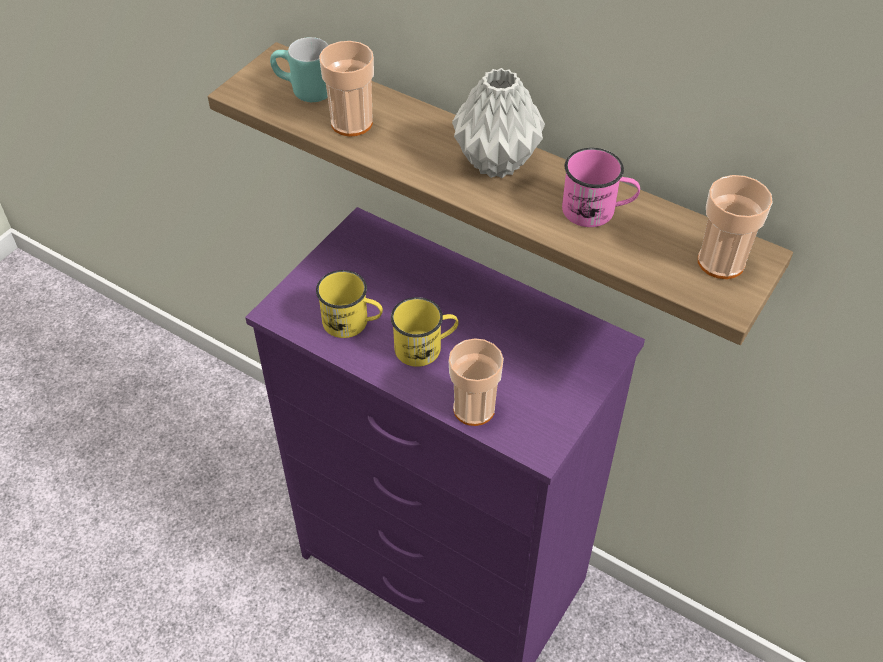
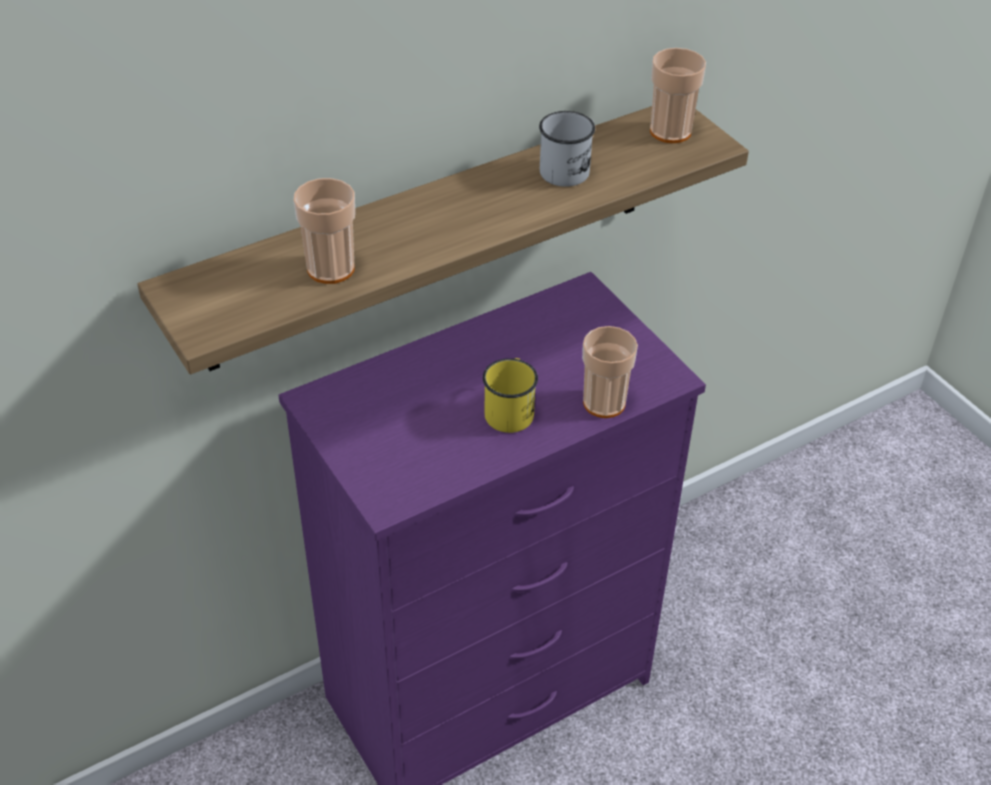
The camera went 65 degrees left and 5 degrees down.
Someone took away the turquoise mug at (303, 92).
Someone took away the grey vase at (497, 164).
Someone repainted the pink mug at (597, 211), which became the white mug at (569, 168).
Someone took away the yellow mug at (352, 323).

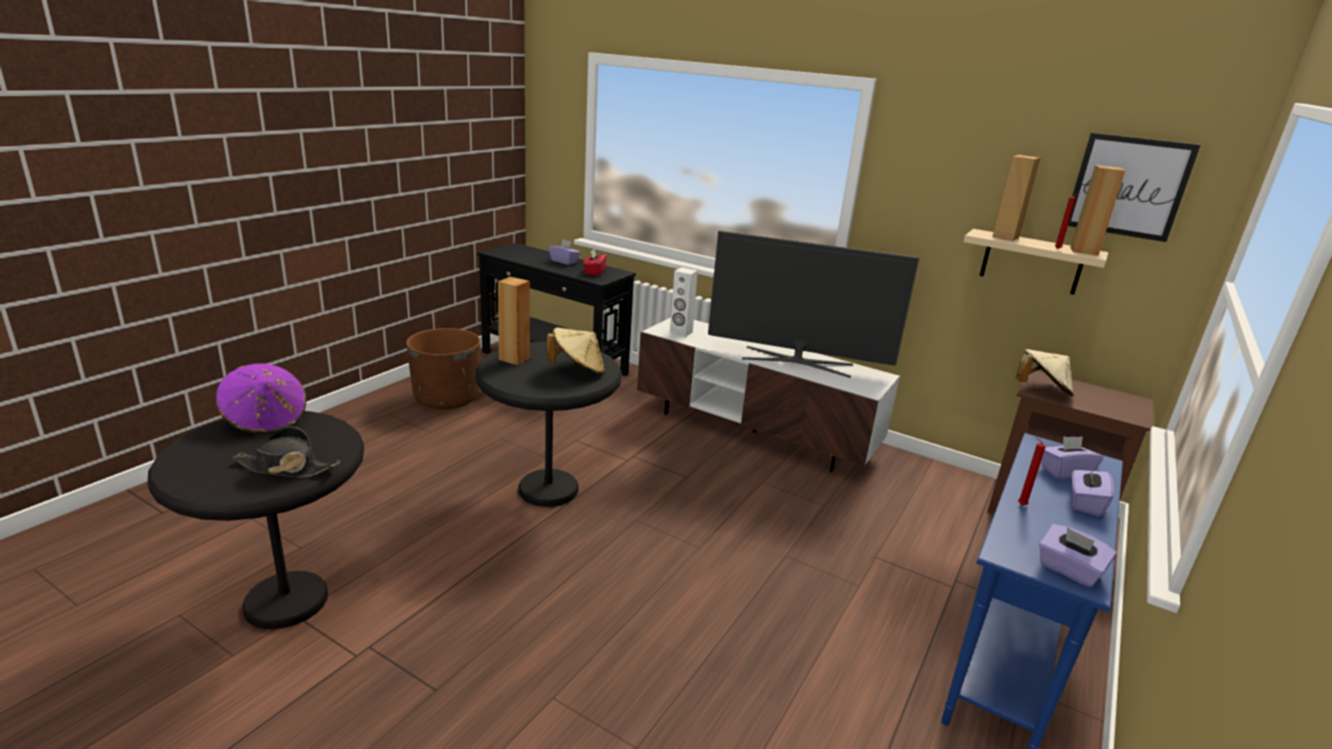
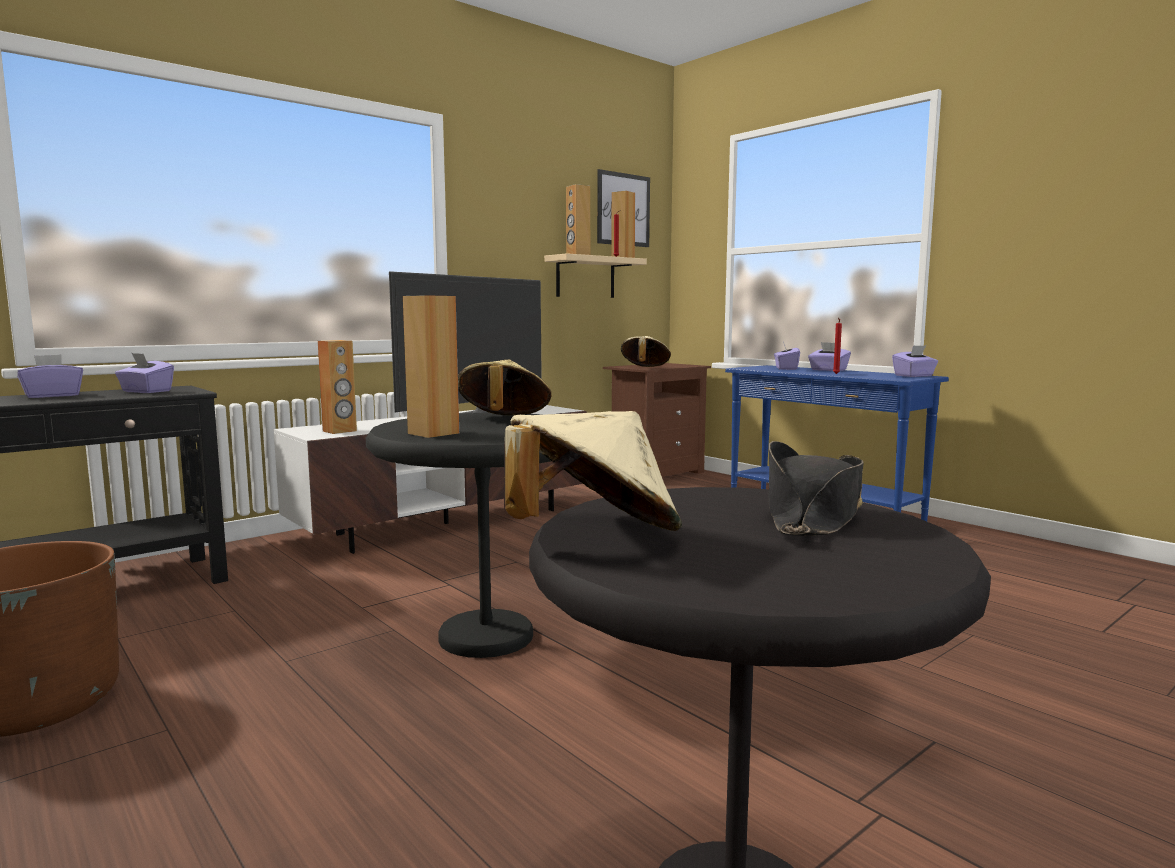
The camera went 70 degrees left and 15 degrees down.
Someone repainted the red tissue box at (594, 272), which became the purple tissue box at (146, 391).
Someone repainted the white speaker at (681, 332), which became the brown speaker at (340, 431).
Someone repainted the purple hat at (266, 420), which became the beige hat at (593, 535).

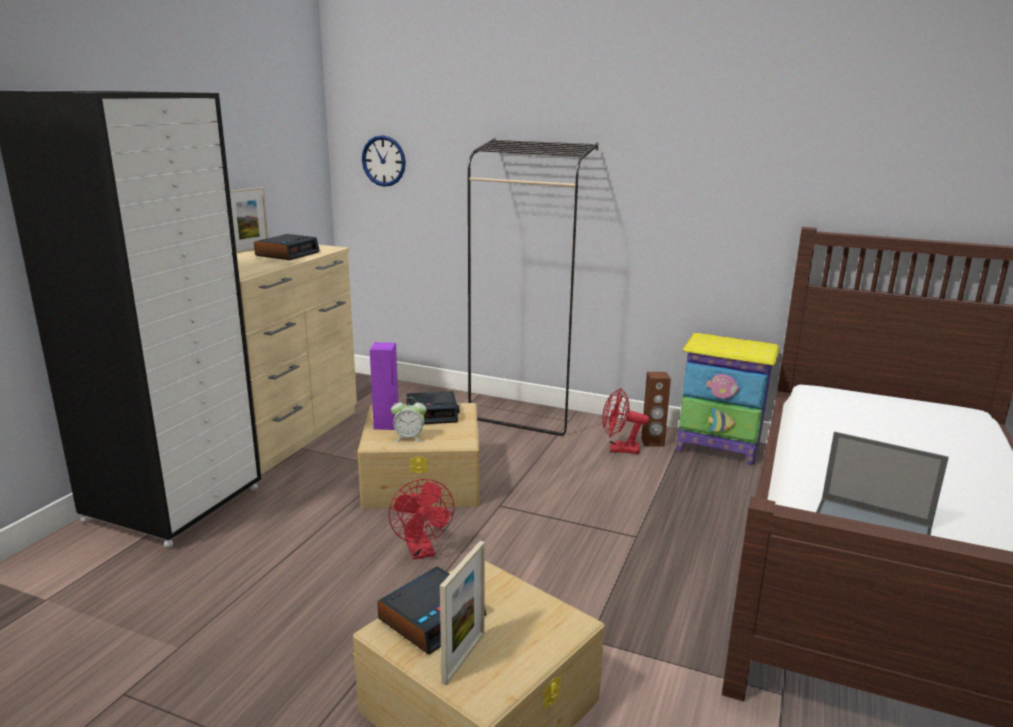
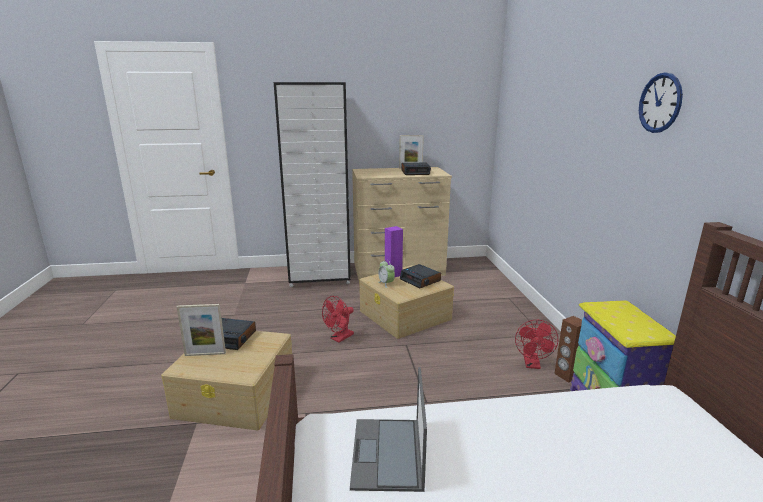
The camera went 60 degrees right and 0 degrees up.
Someone carried the wall clock from (383, 161) to (660, 103).
Someone took away the black clothes rack at (527, 416).
Someone rotated the red fan at (619, 449) by 150 degrees counterclockwise.

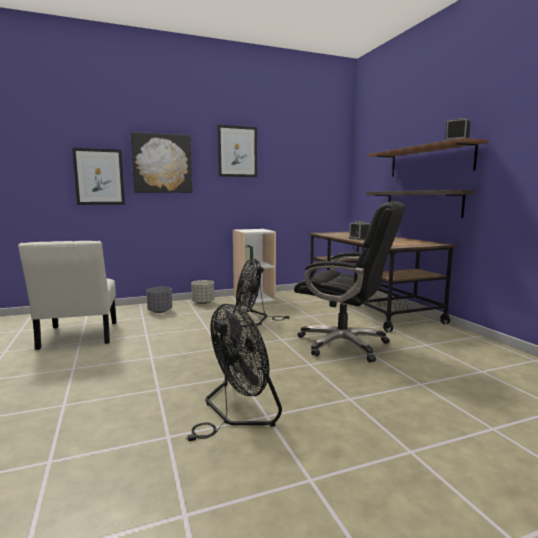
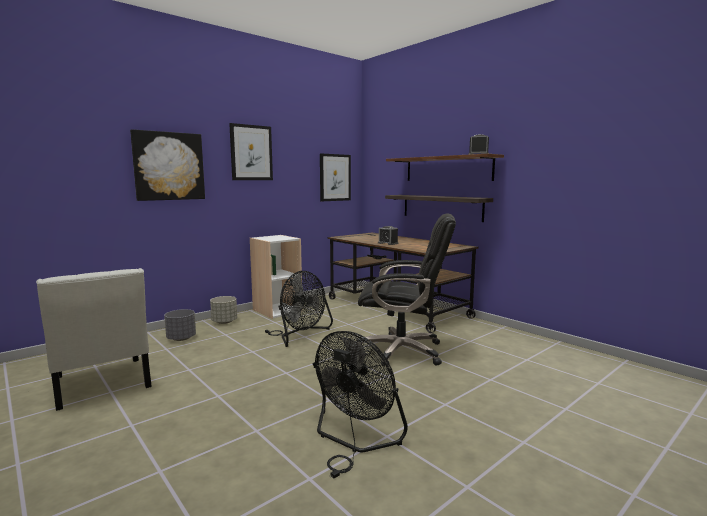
The camera went 20 degrees left and 0 degrees up.
Someone carried the picture from (99, 177) to (335, 177).
Someone rotated the black fan at (255, 319) by 135 degrees counterclockwise.

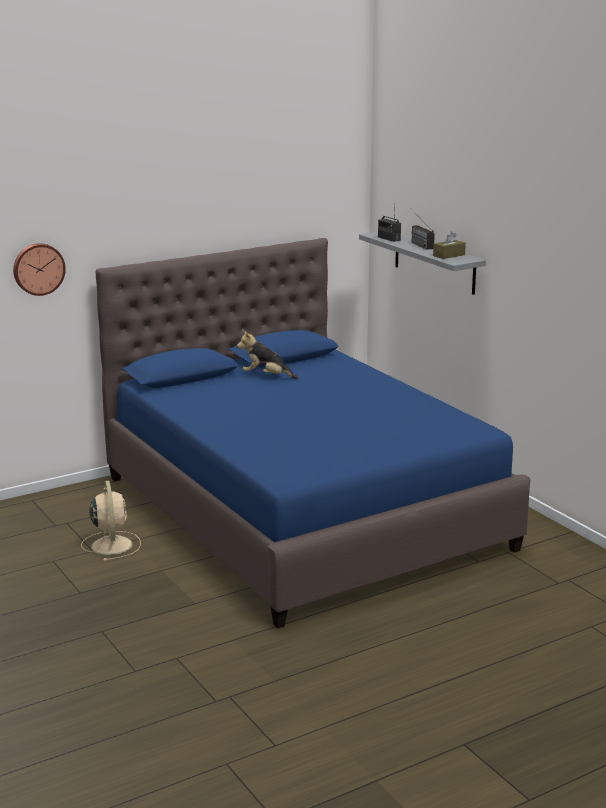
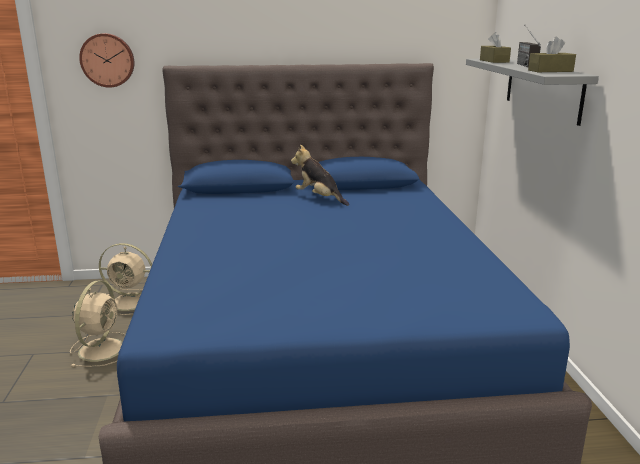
The camera went 25 degrees right and 0 degrees up.
Someone swapped the radio at (389, 238) for the brown tissue box at (494, 61).
Someone put down the beige fan at (132, 302).

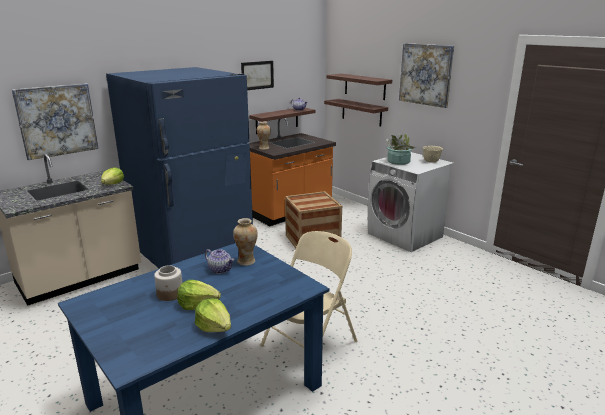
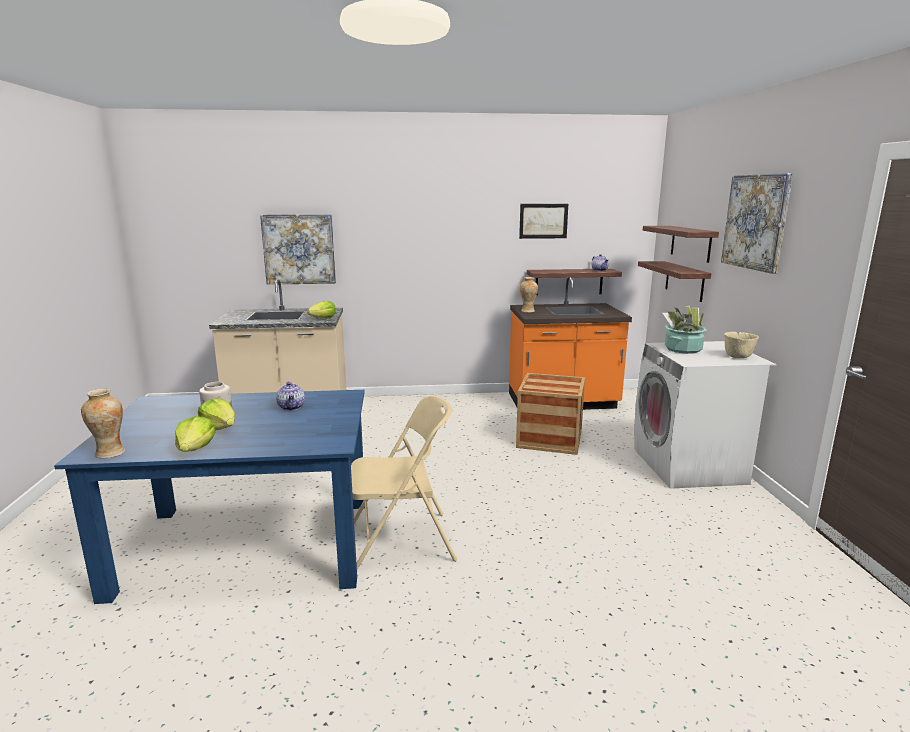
The camera went 35 degrees right and 5 degrees down.
Someone took away the blue fridge at (193, 250).
Someone carried the vase from (246, 261) to (110, 453).

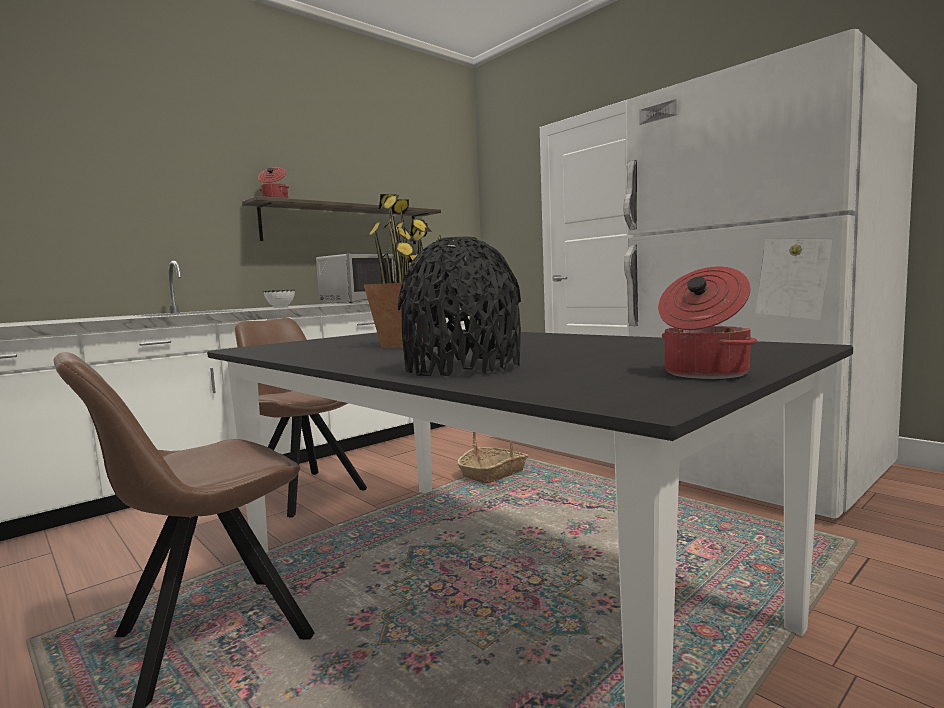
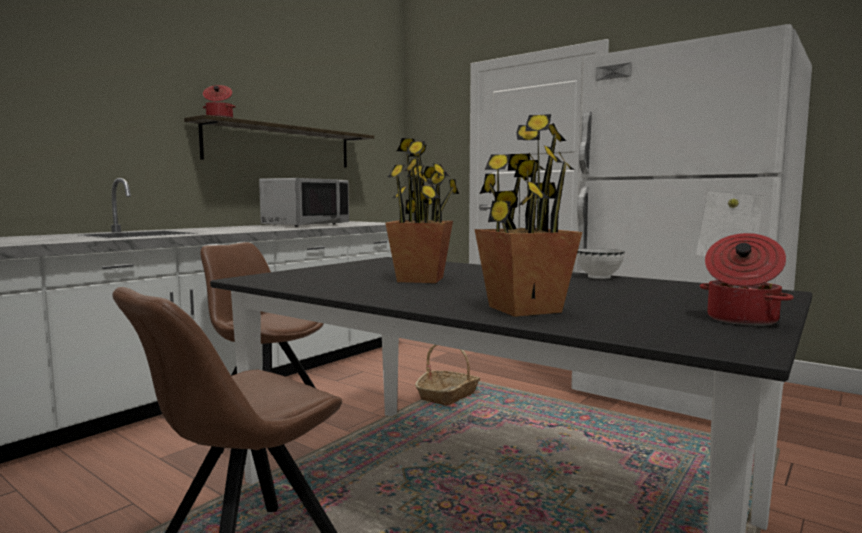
The camera went 10 degrees left and 0 degrees up.
Someone swapped the black vase at (462, 368) for the potted plant at (523, 309).
Someone carried the white bowl from (280, 307) to (599, 277).

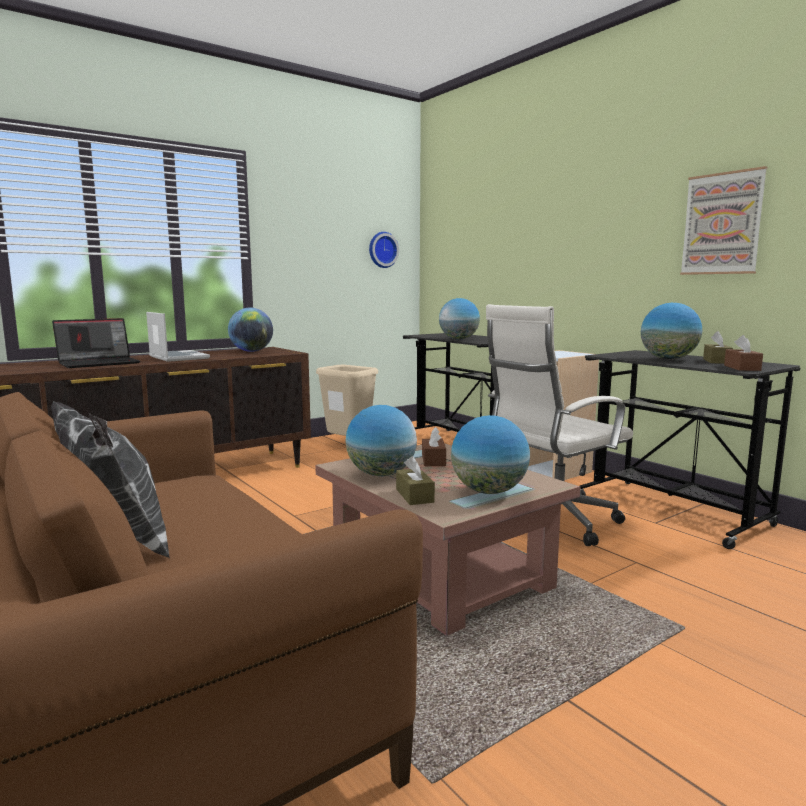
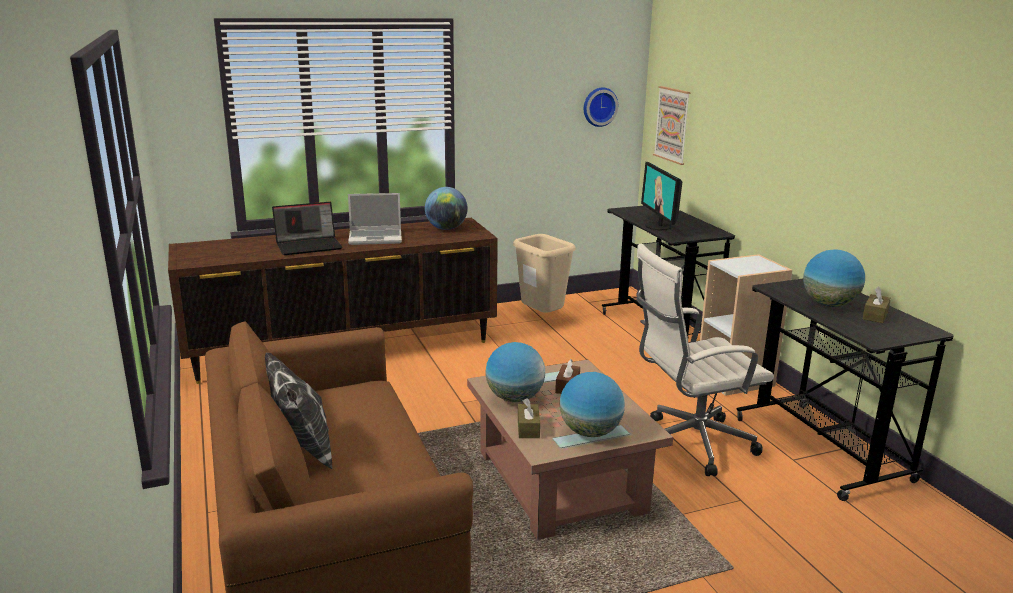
The camera went 15 degrees right and 10 degrees up.
Someone carried the picture from (722, 224) to (672, 124).
Someone swapped the globe at (459, 339) for the monitor at (658, 226).
Someone rotated the laptop at (177, 357) by 105 degrees clockwise.
Someone took away the brown tissue box at (742, 368).

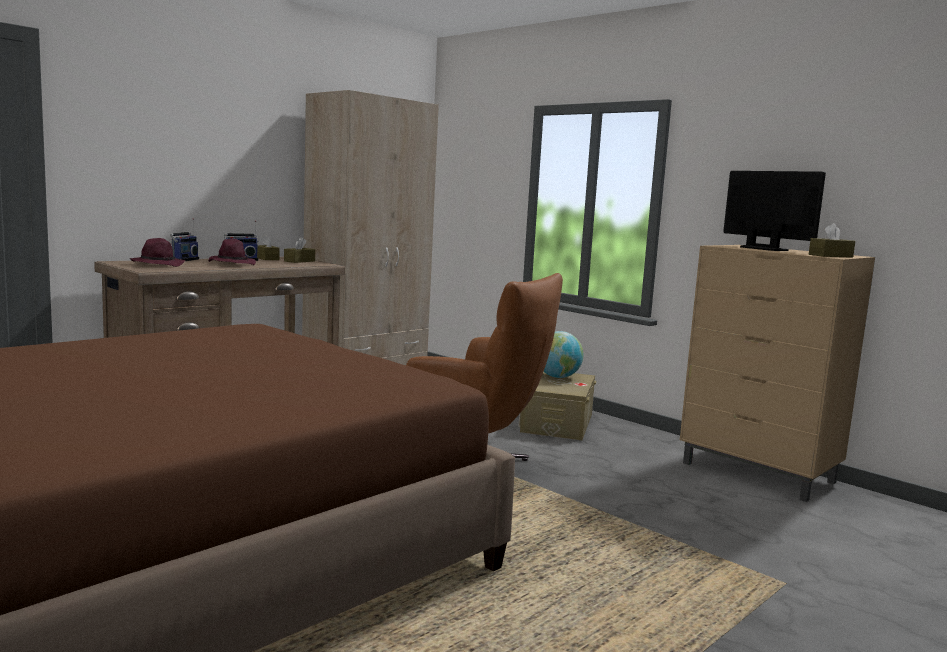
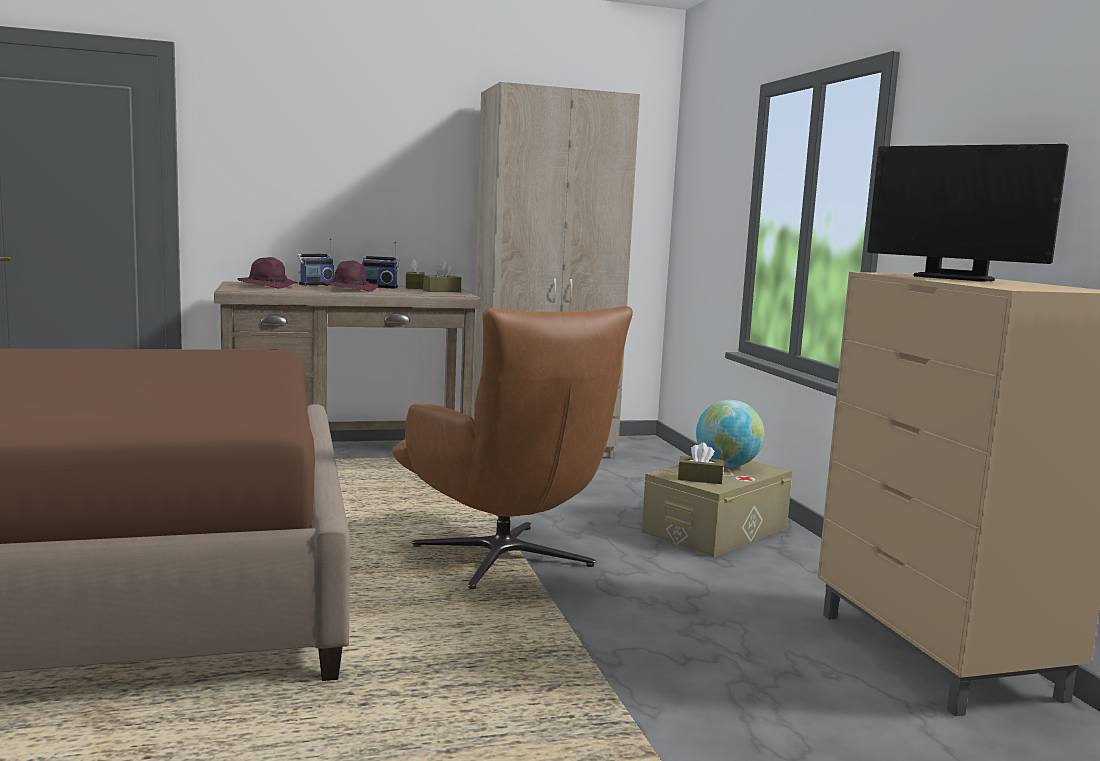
The camera went 30 degrees right and 0 degrees up.
Someone rotated the monitor at (763, 249) by 135 degrees clockwise.
Someone carried the brown tissue box from (830, 256) to (700, 479).

